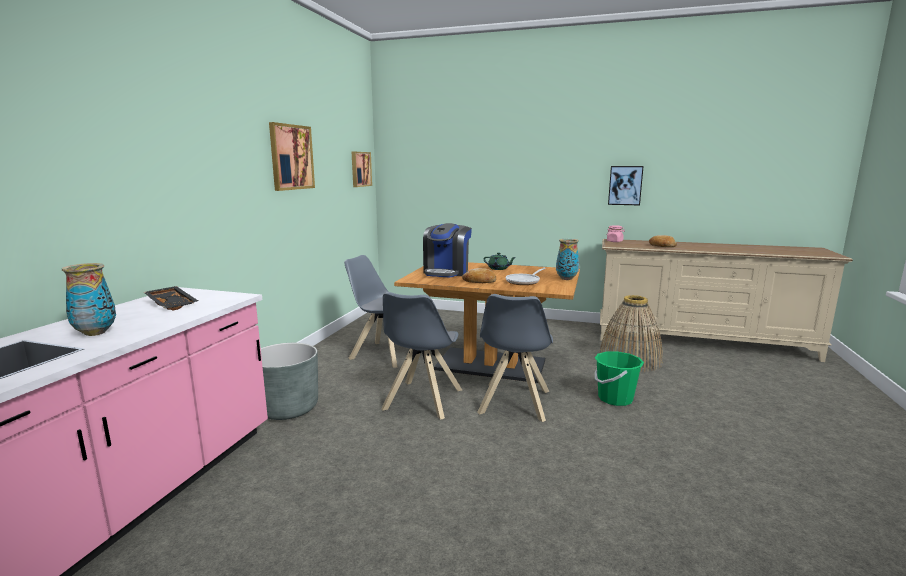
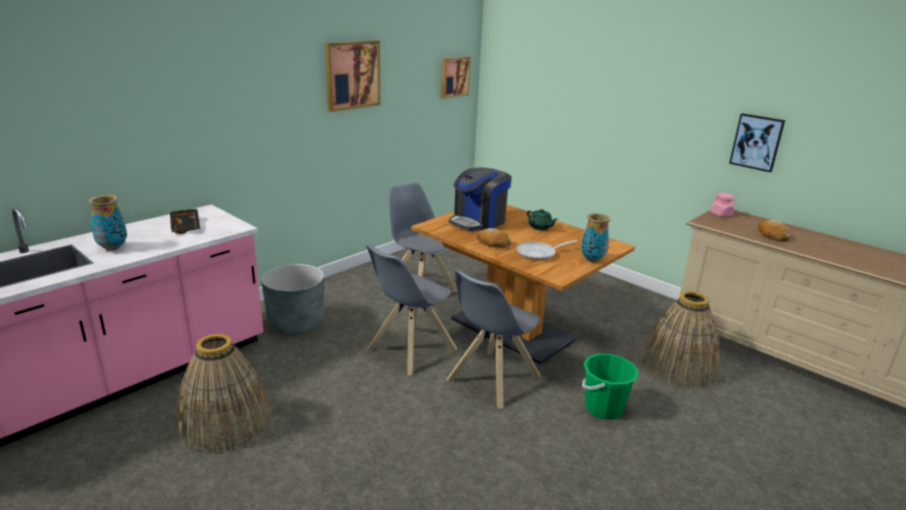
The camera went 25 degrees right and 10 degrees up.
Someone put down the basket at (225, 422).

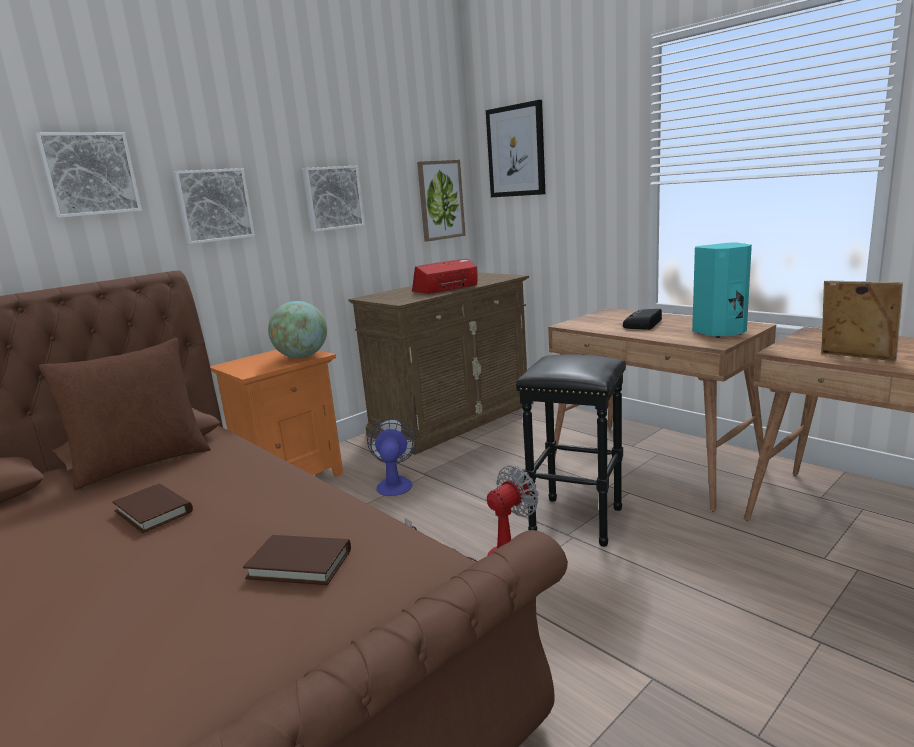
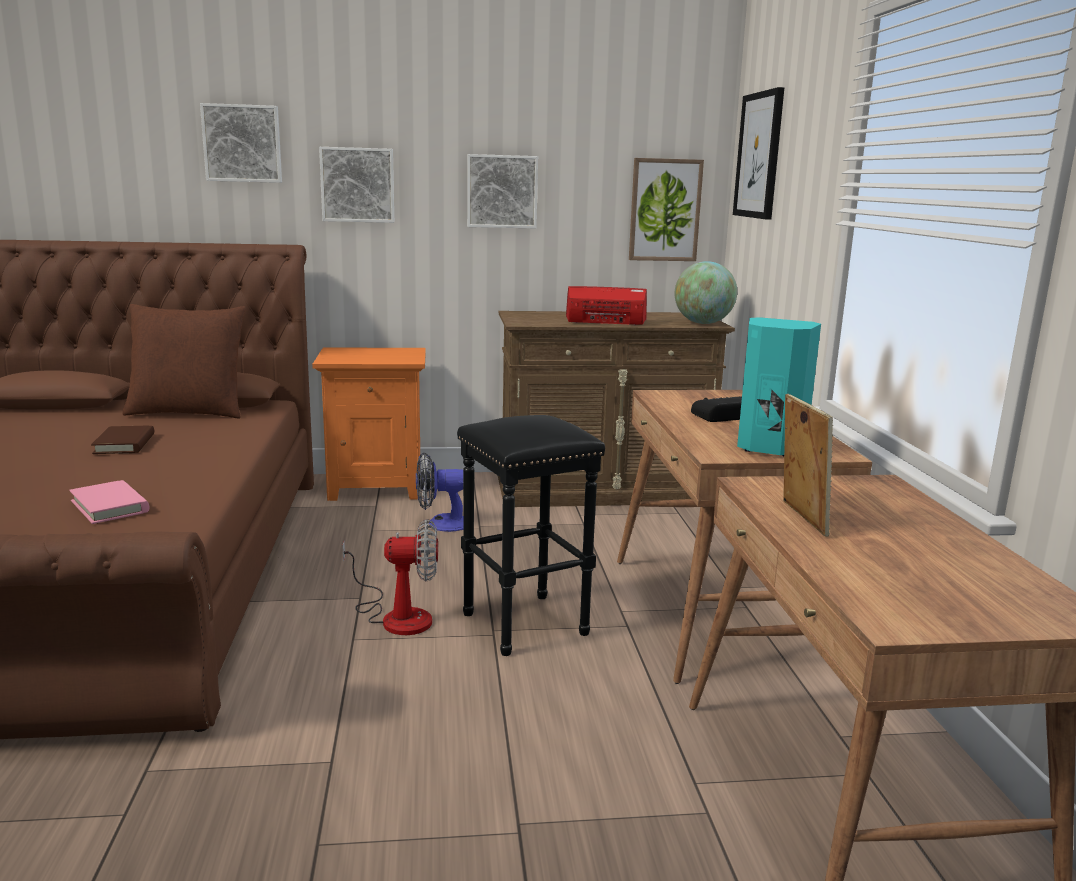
The camera went 35 degrees right and 0 degrees up.
Someone carried the globe from (302, 357) to (703, 323).
Someone rotated the fan at (394, 483) by 135 degrees counterclockwise.
Someone repainted the brown book at (300, 564), which became the pink book at (110, 506).

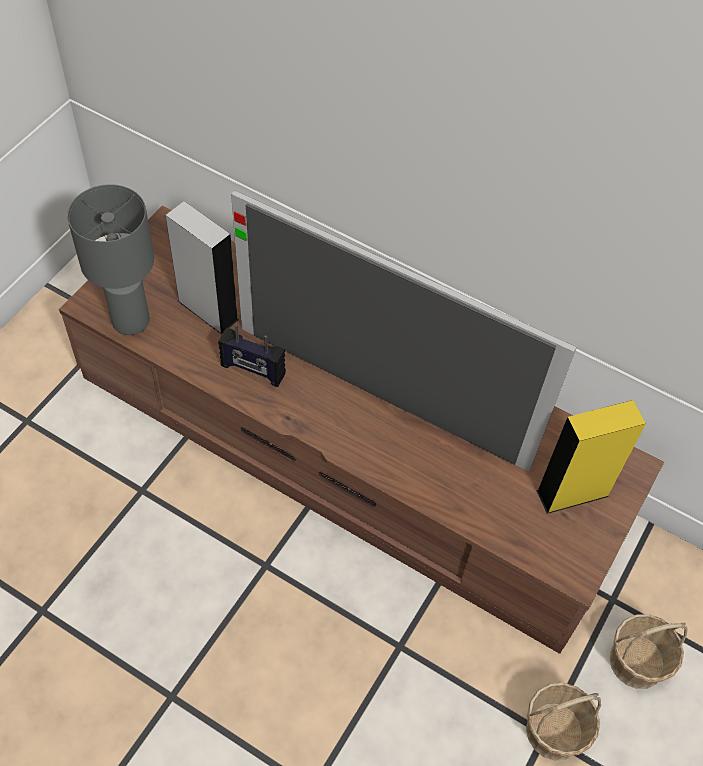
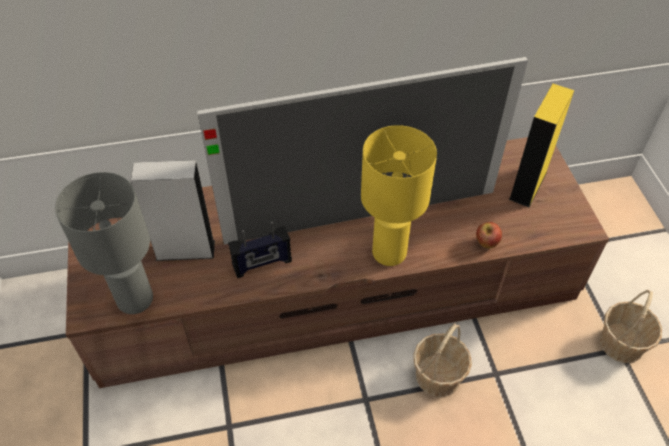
The camera went 40 degrees left and 5 degrees down.
Someone carried the basket from (637, 662) to (438, 375).
Someone put down the yellow table lamp at (389, 252).
Someone put down the apple at (486, 243).

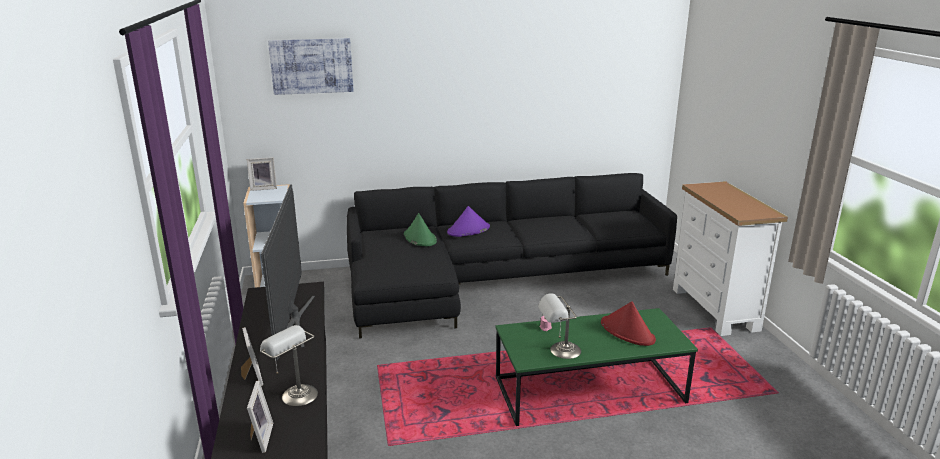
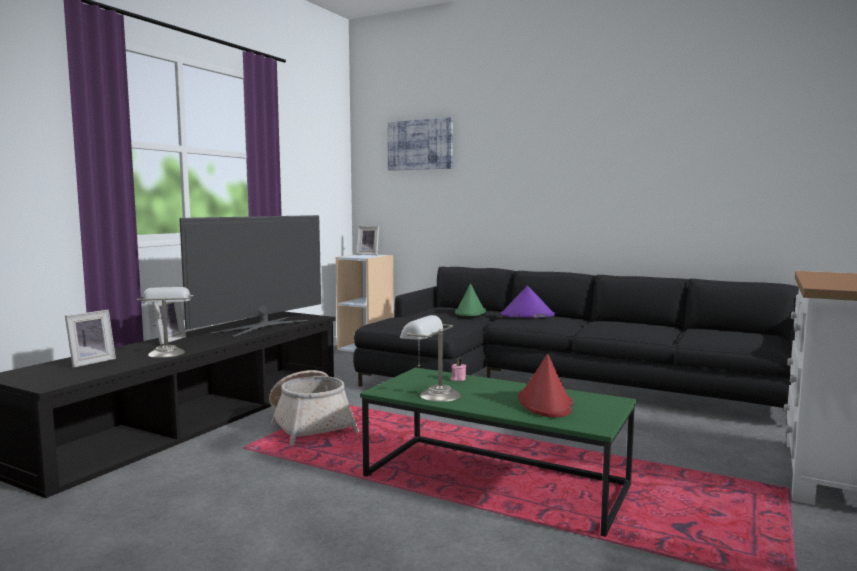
The camera went 40 degrees right and 15 degrees down.
Someone put down the basket at (310, 424).

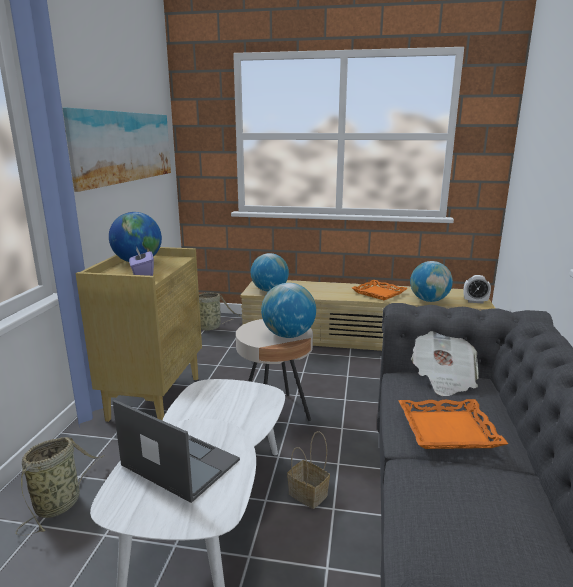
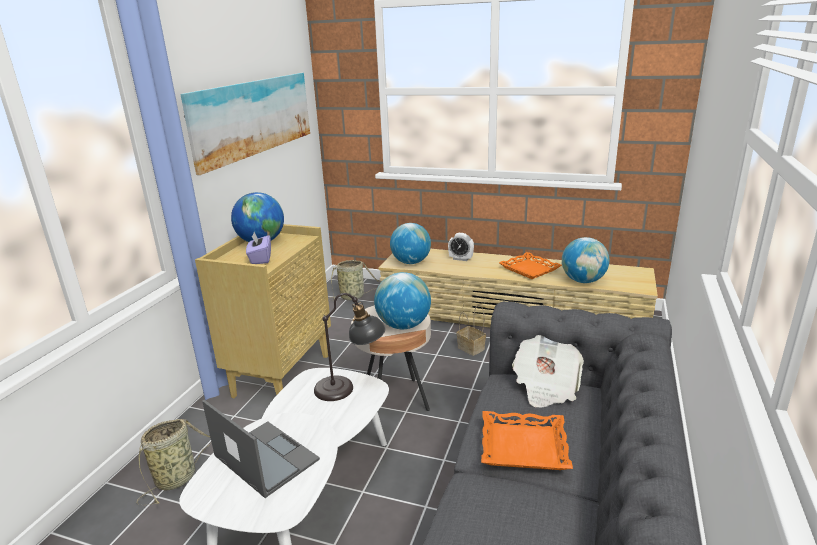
The camera went 10 degrees right and 5 degrees up.
Someone carried the alarm clock from (475, 301) to (461, 259).
Someone carried the basket from (309, 494) to (472, 348).
Someone put down the grey table lamp at (350, 385).

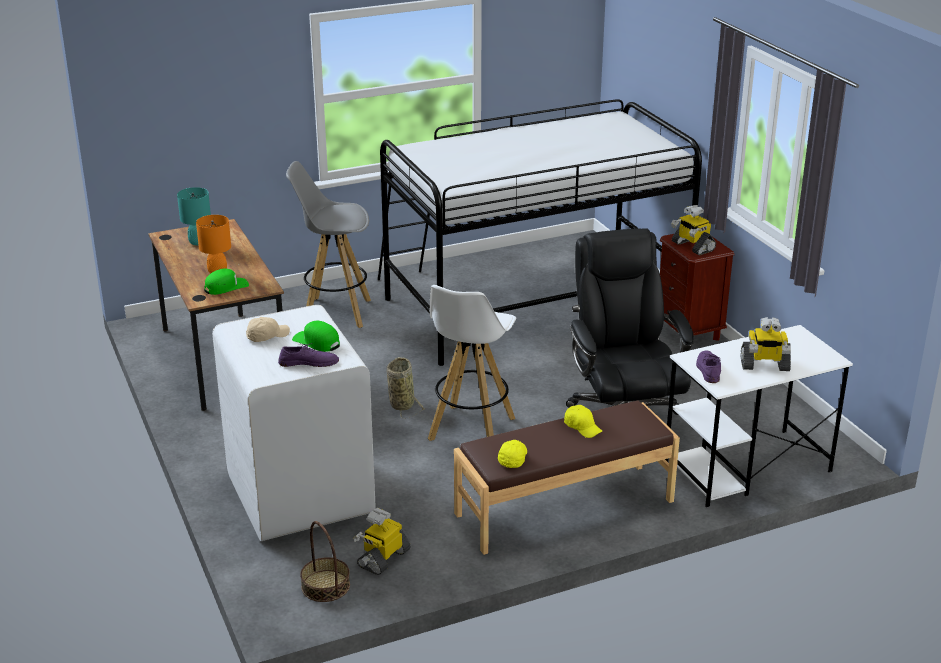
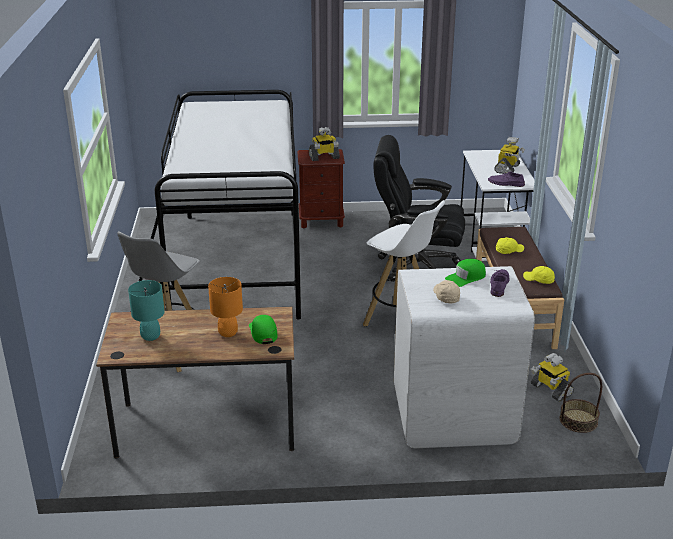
The camera went 70 degrees left and 0 degrees up.
Someone took away the basket at (401, 403).

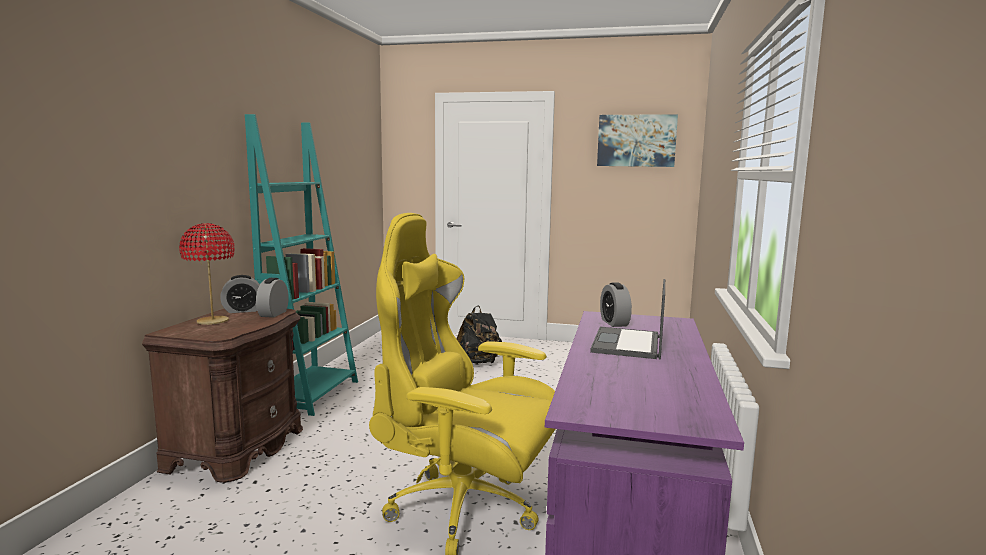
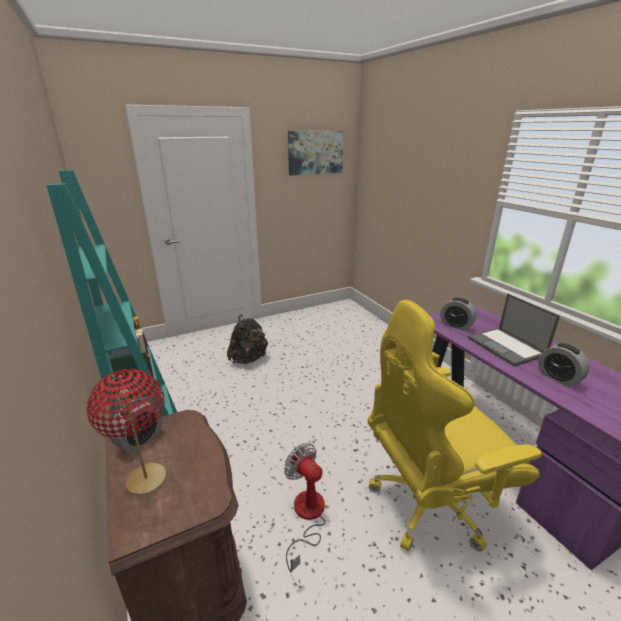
The camera went 40 degrees left and 15 degrees up.
Someone carried the alarm clock from (273, 314) to (558, 378).
Someone put down the fan at (306, 516).

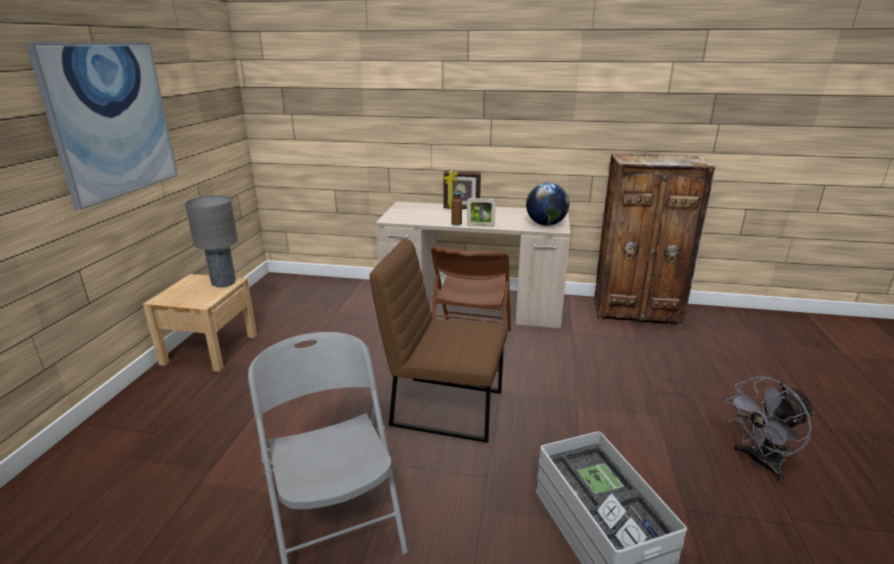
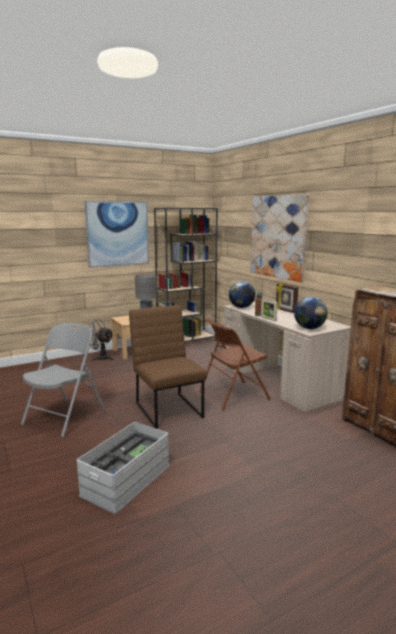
The camera went 50 degrees right and 10 degrees down.
Someone carried the grey fan from (759, 462) to (100, 357).
Someone put up the picture at (278, 237).
Someone put down the bookcase at (187, 341).
Someone put down the globe at (241, 307).

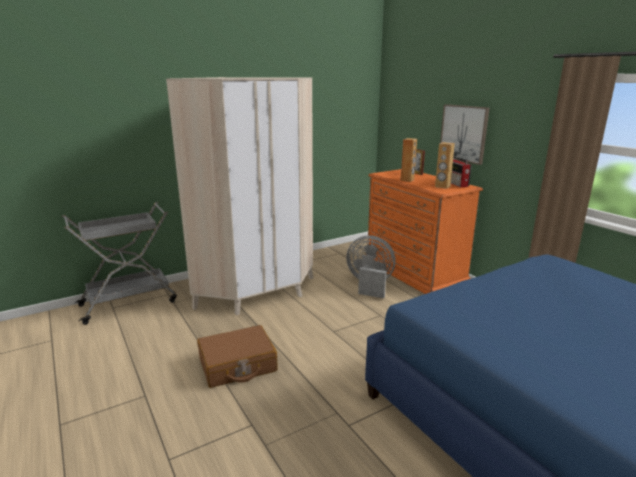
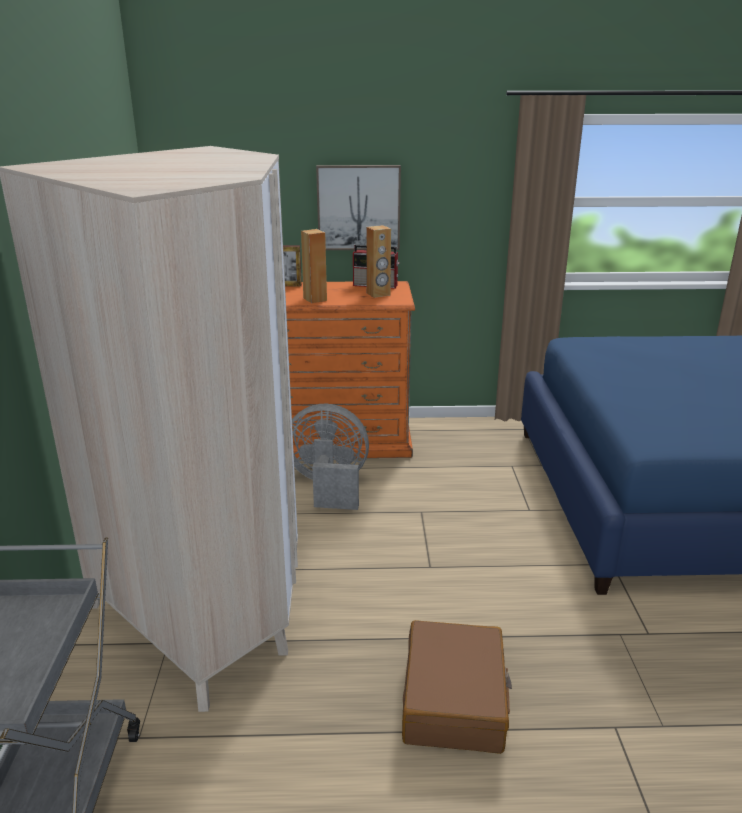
The camera went 60 degrees left and 5 degrees up.
Someone rotated the grey fan at (369, 285) by 45 degrees clockwise.

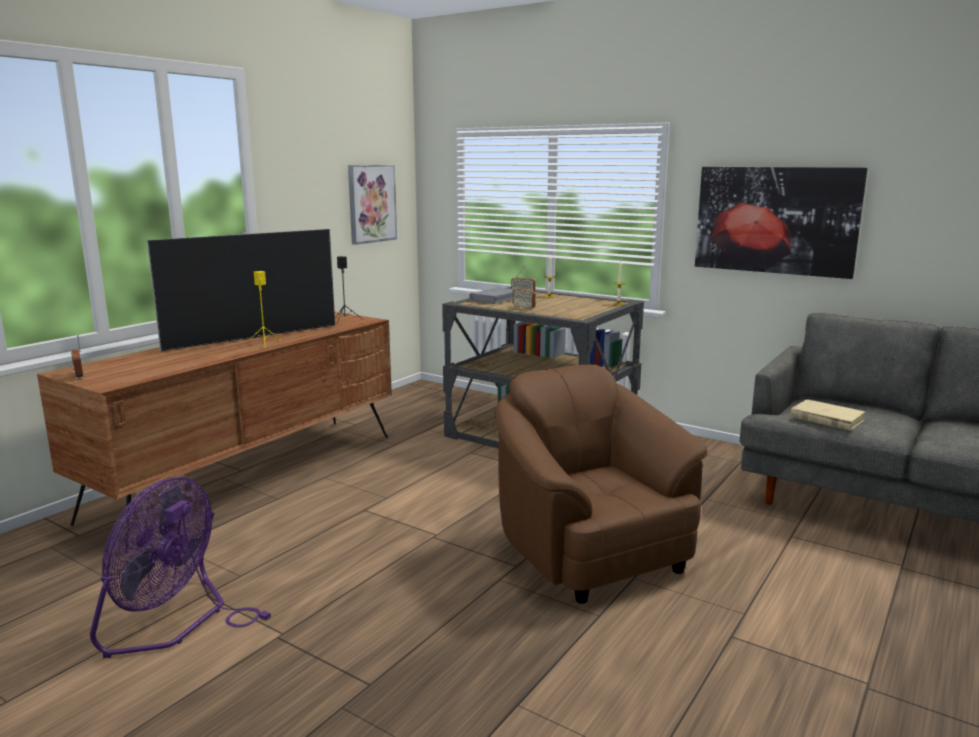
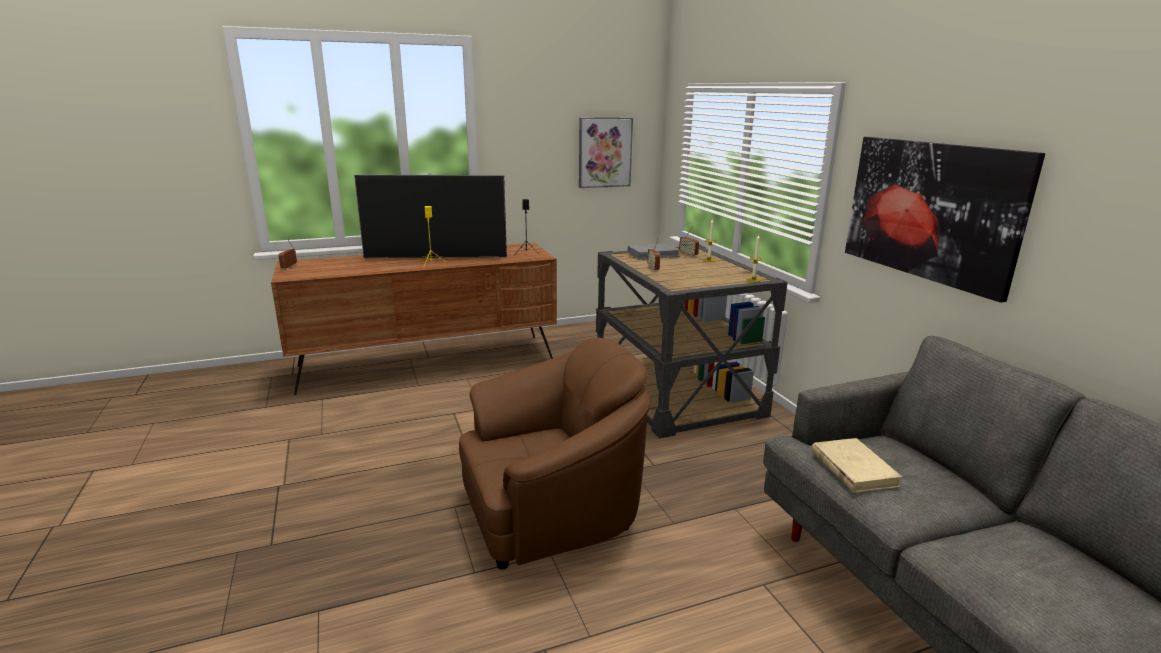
The camera went 35 degrees right and 5 degrees up.
Someone rotated the brown armchair at (590, 552) by 60 degrees clockwise.
Someone took away the purple fan at (186, 619).

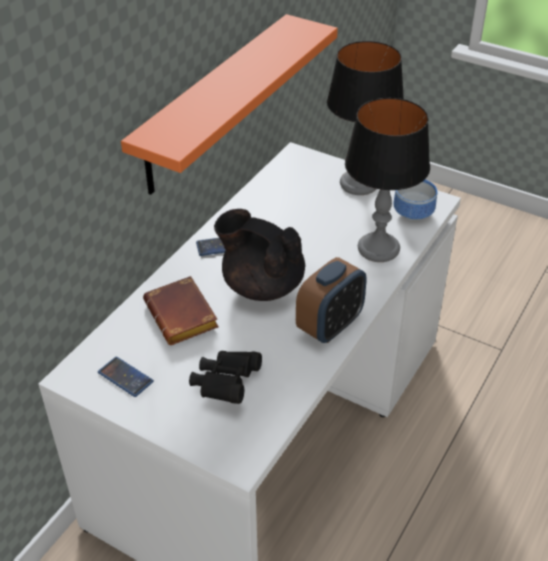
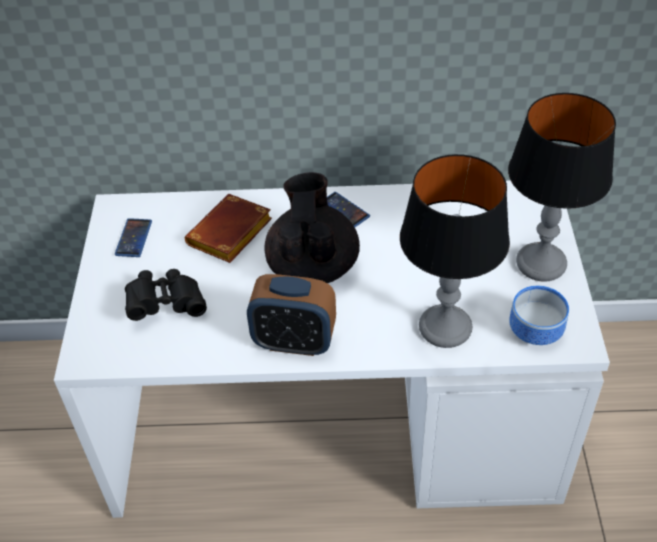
The camera went 60 degrees right and 5 degrees up.
Someone took away the orange shelf at (213, 104).

